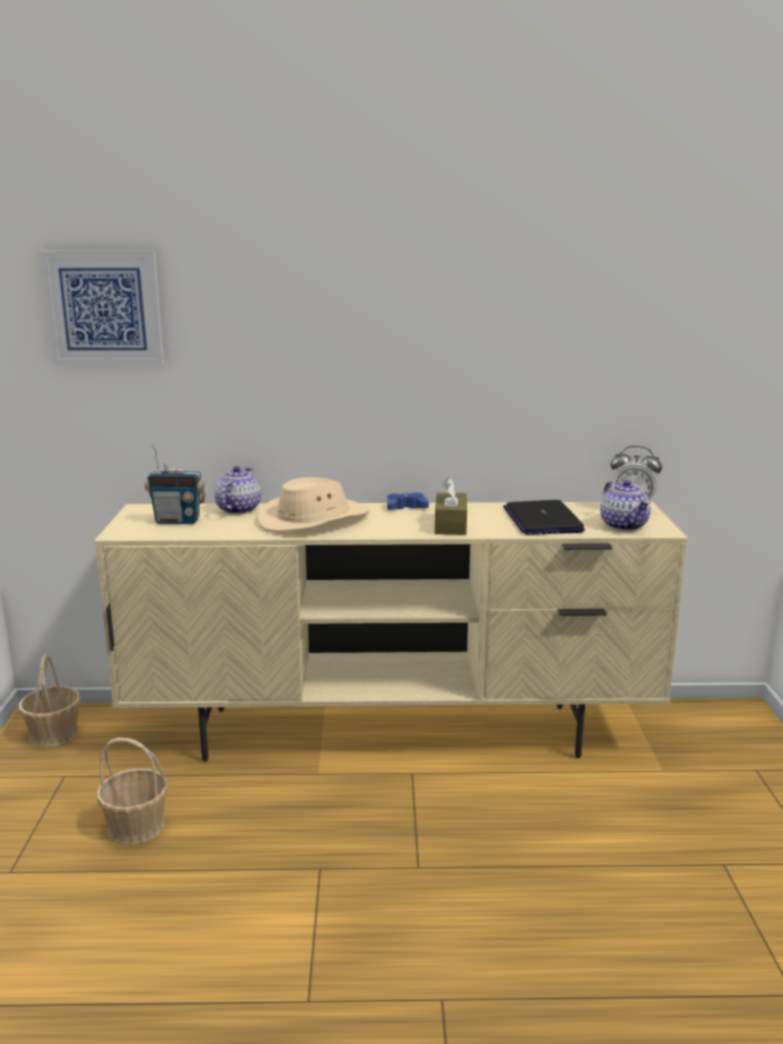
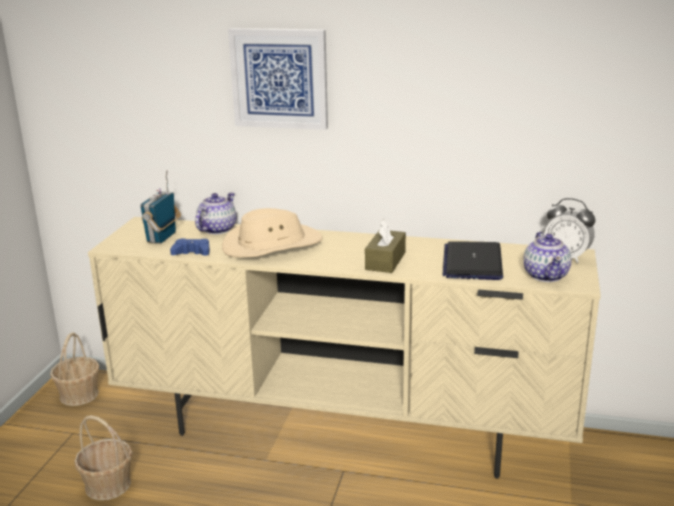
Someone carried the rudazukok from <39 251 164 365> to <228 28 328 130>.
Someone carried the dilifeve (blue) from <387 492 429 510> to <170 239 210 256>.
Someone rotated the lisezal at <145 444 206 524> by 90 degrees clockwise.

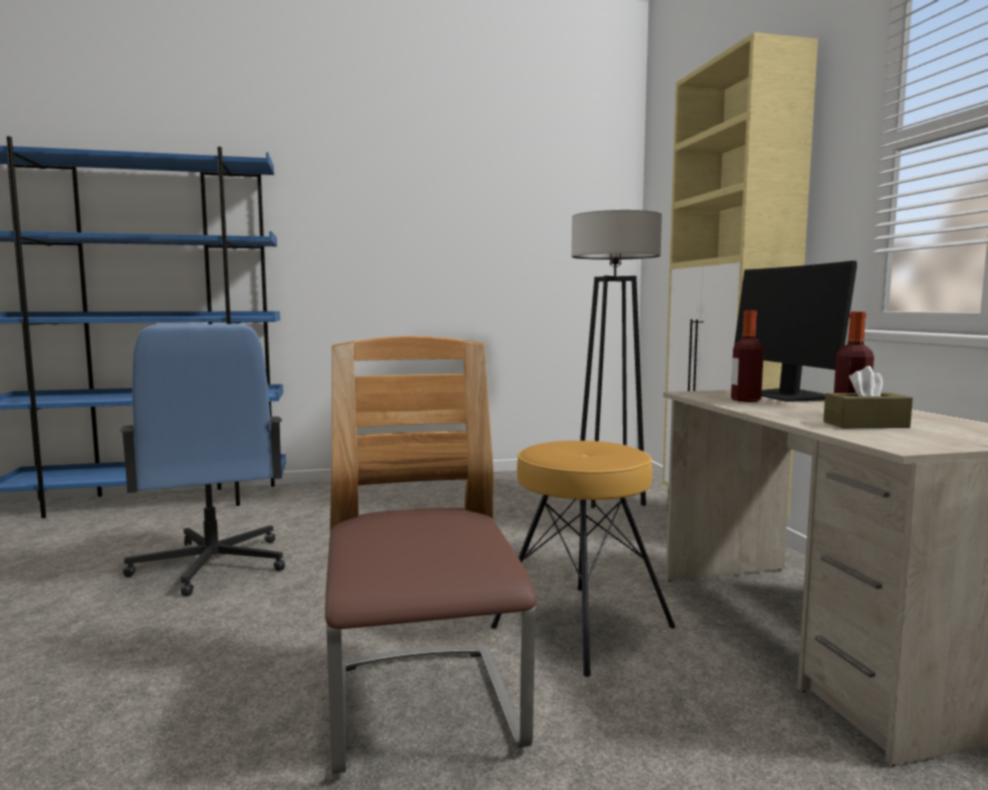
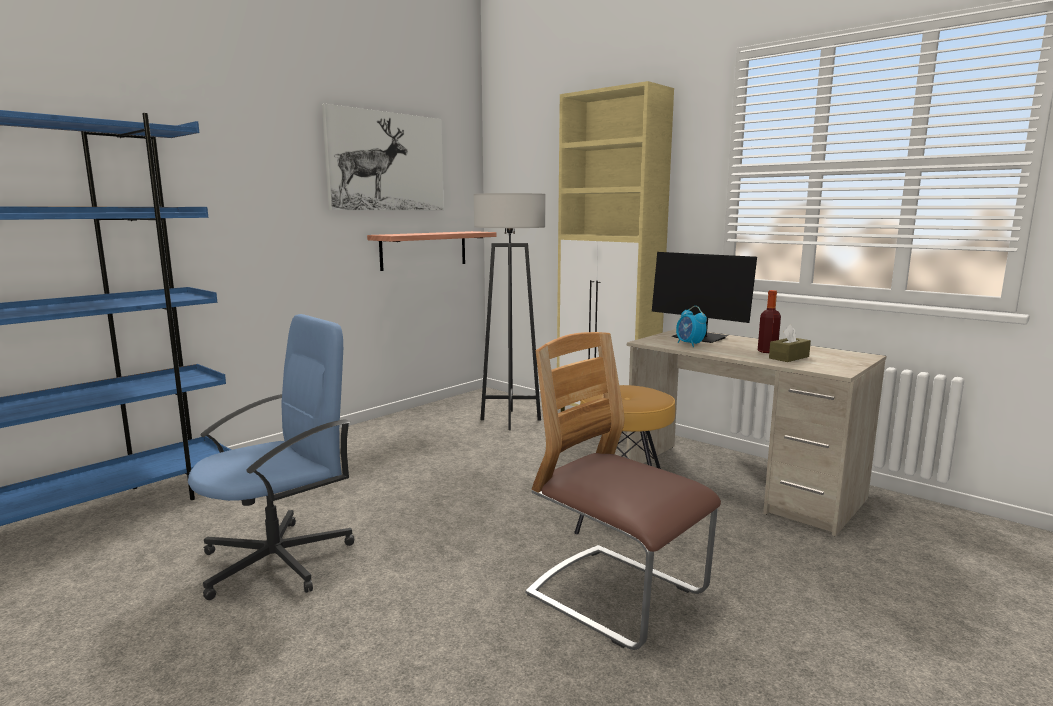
Someone put up the rudazukok at <322 104 444 210>.
Someone put up the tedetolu at <367 231 496 271>.
Someone swapped the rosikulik at <731 310 764 402> for the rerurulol at <676 306 707 347>.
Someone rotated the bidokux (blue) at <119 324 285 596> by 75 degrees counterclockwise.

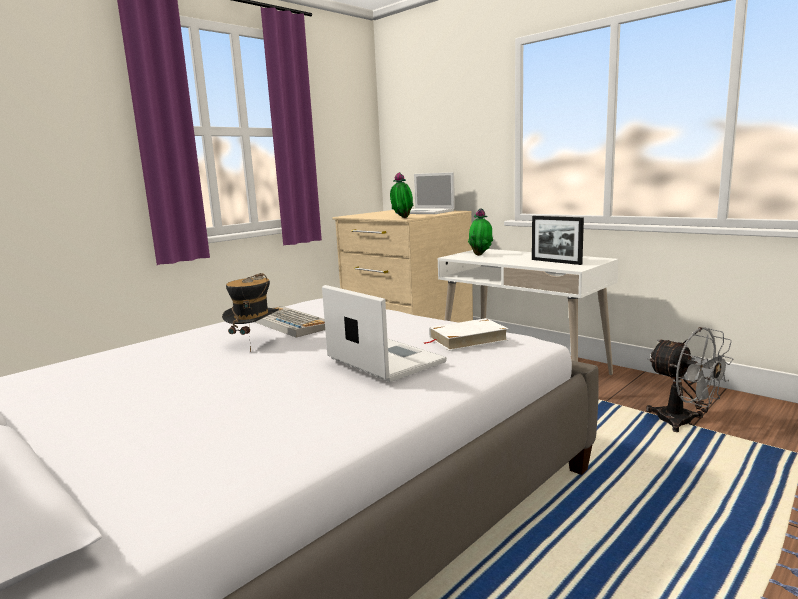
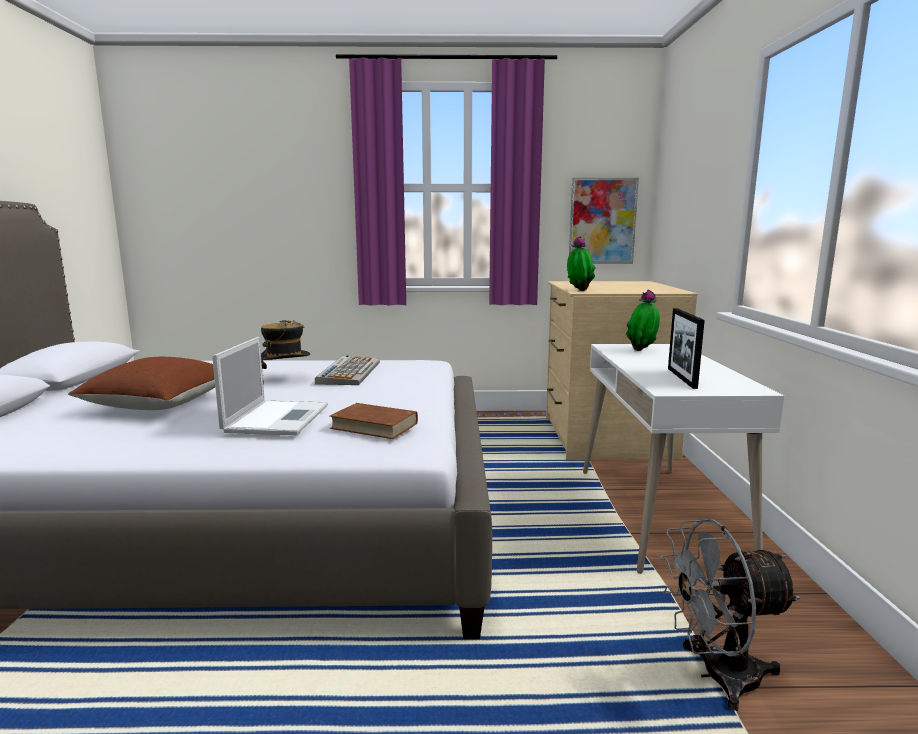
Someone took away the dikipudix at <396 172 455 214>.
Someone put down the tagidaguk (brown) at <68 357 215 410>.
Someone put up the rudazukok at <569 178 639 264>.
Someone repainted the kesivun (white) at <424 318 508 351>, which became the kesivun (brown) at <330 403 418 439>.
Someone rotated the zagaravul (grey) at <646 327 733 432> by 75 degrees clockwise.

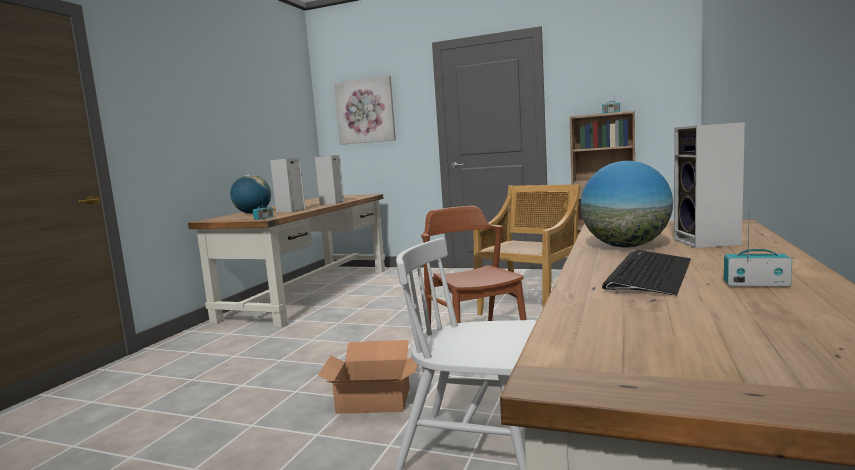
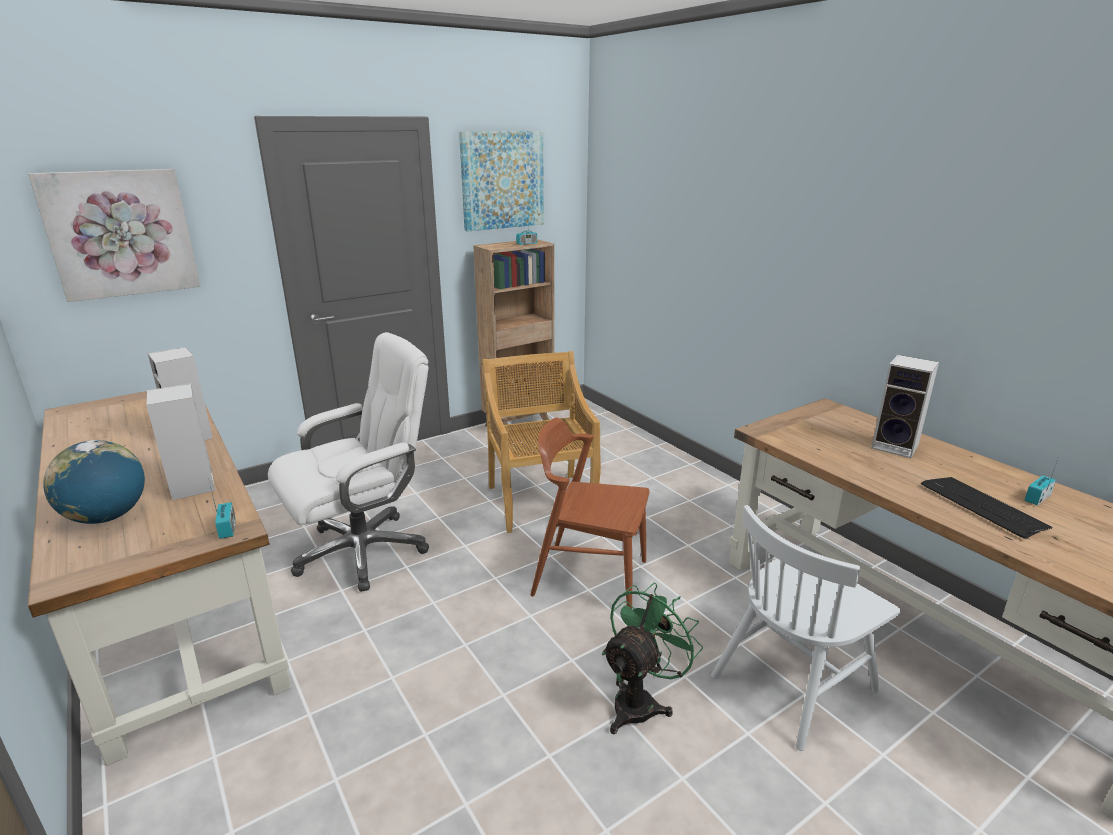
Someone took away the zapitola at <581 161 673 248>.
Someone put down the bidokux (white) at <268 332 429 592>.
Someone put up the rudazukok at <459 131 544 232>.
Someone swapped the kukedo at <318 340 417 414> for the zagaravul (green) at <602 582 703 734>.

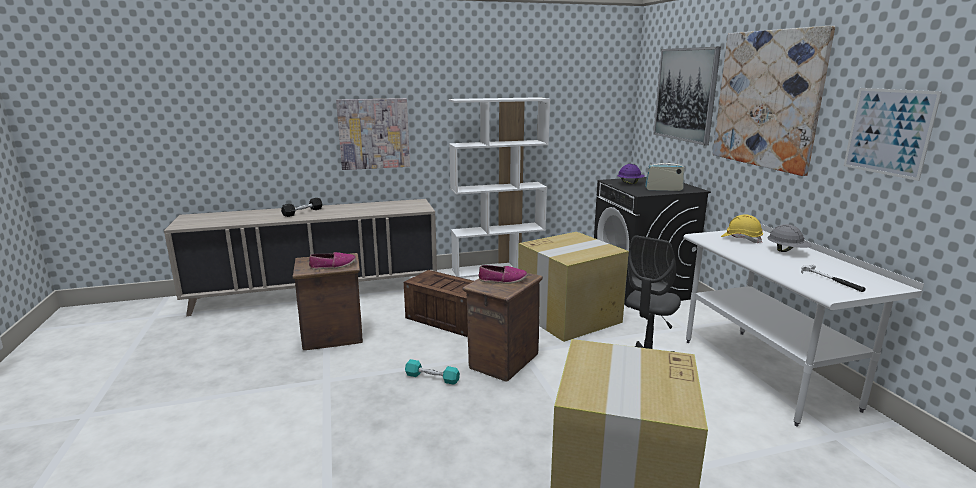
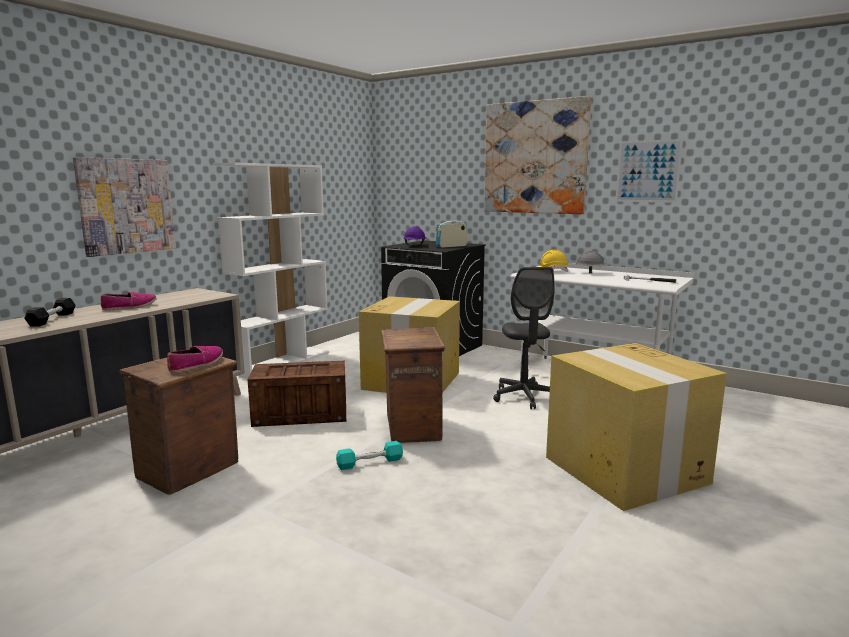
Someone took away the rudazukok at <653 47 721 145>.
Someone carried the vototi from <479 265 527 284> to <101 292 157 311>.

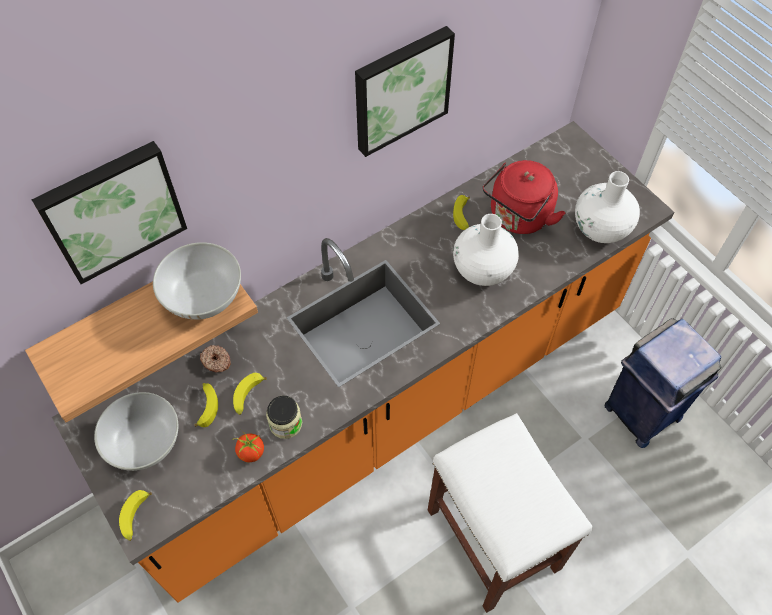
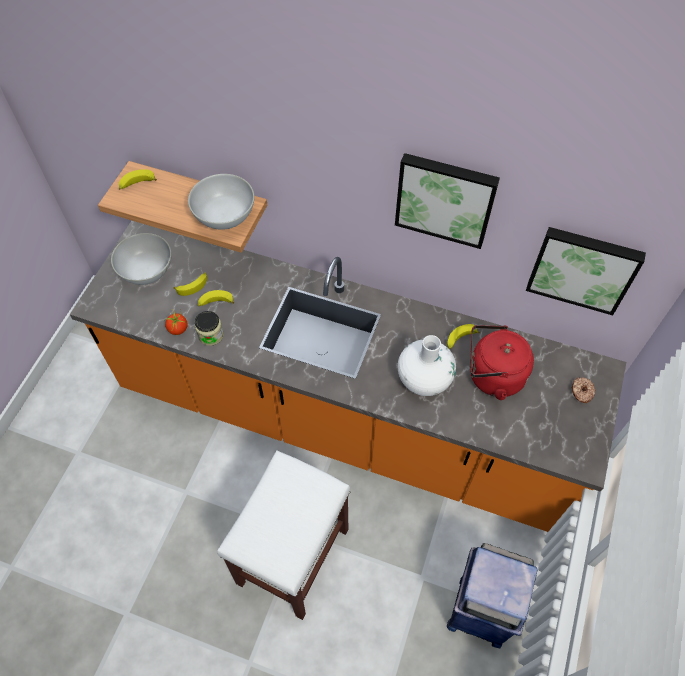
Someone took away the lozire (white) at <575 171 640 243>.
Someone carried the rudazukok from <32 141 187 284> to <526 227 646 315>.
Someone carried the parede from <119 490 152 541> to <119 169 157 189>.
Someone carried the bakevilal from <200 345 231 372> to <571 377 596 403>.

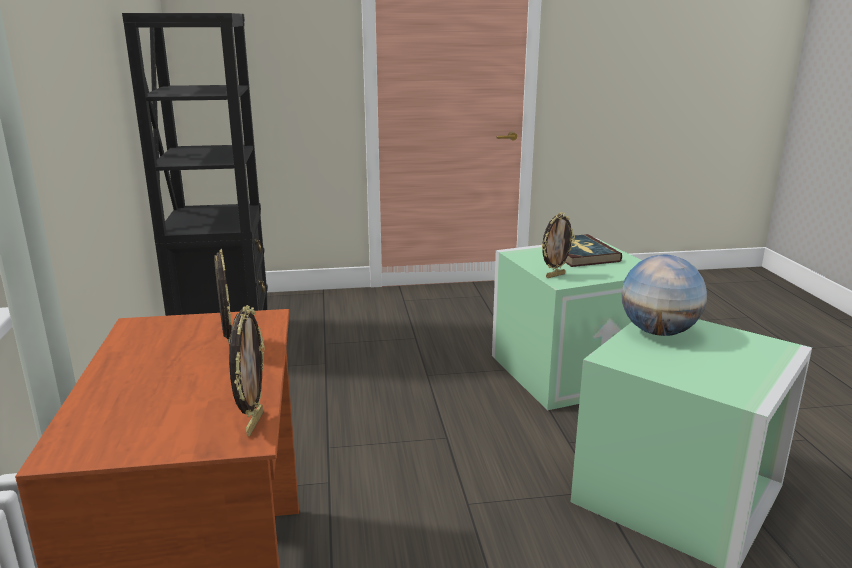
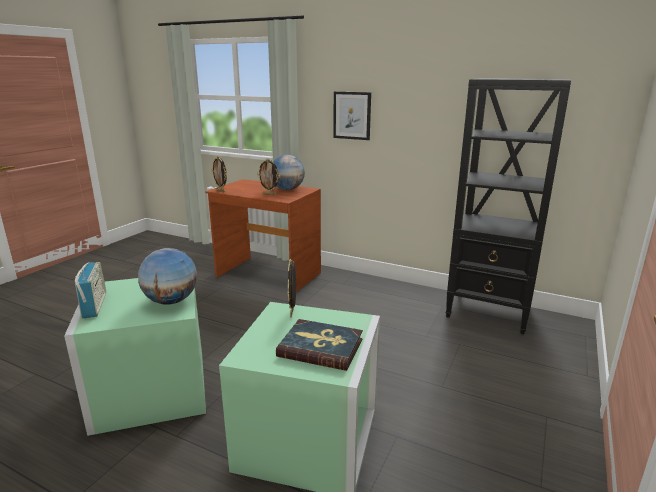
Someone put down the lisezal at <75 262 106 318>.
Someone put down the zapitola at <273 155 305 190>.
Someone put up the rudazukok at <333 92 371 140>.

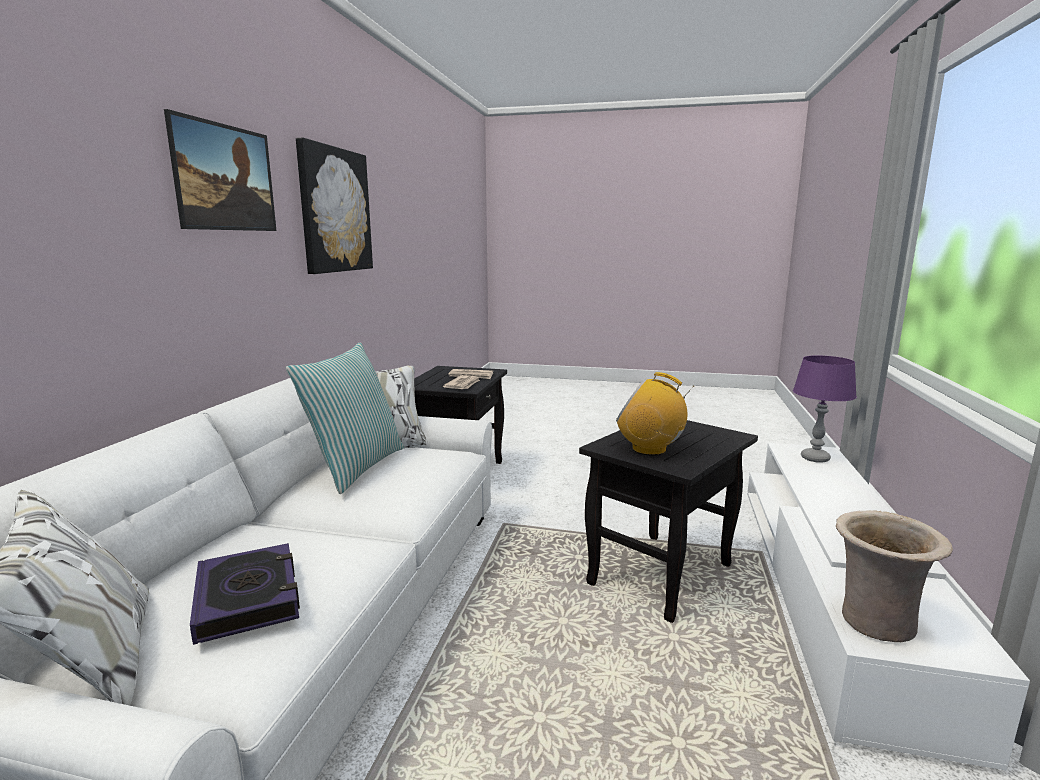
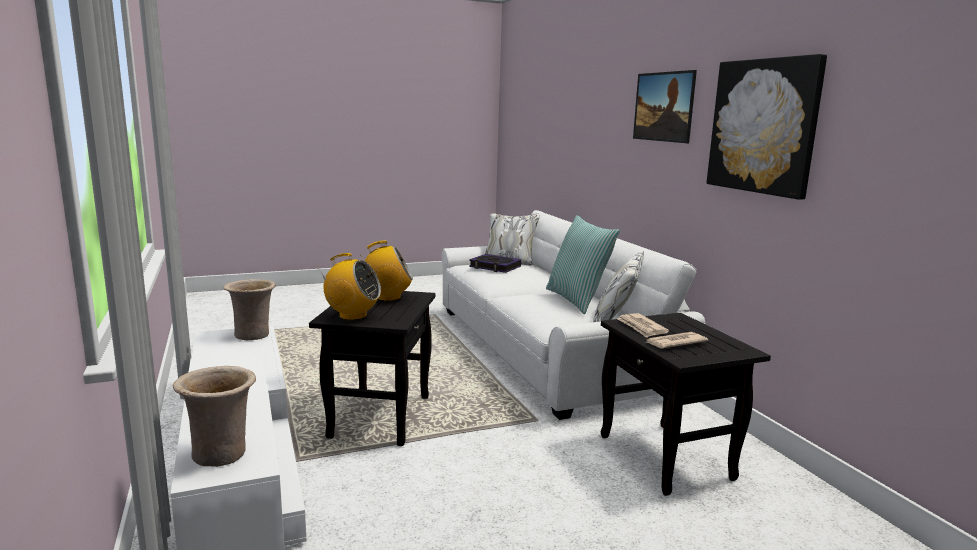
Someone put down the lisezal at <317 253 381 320>.
Someone swapped the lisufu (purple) at <793 355 857 463> for the lozire (beige) at <173 366 256 467>.

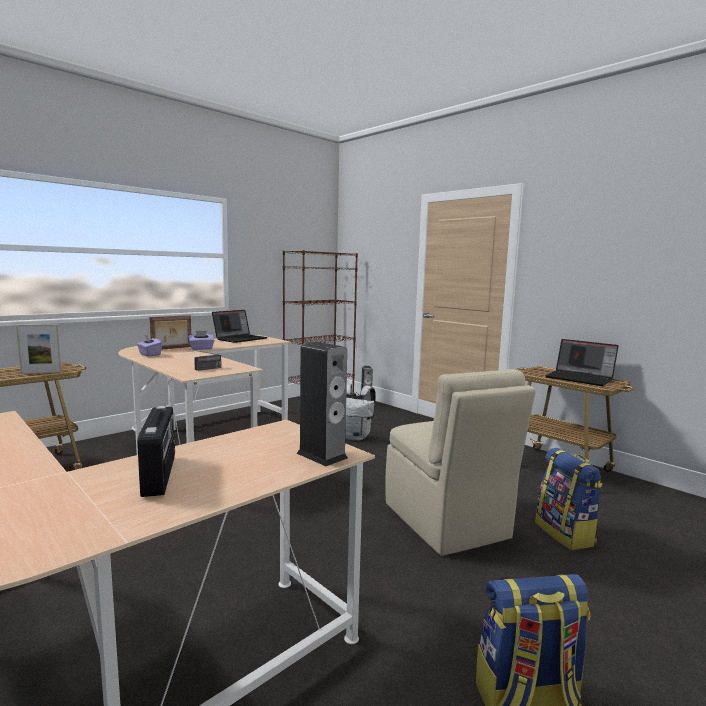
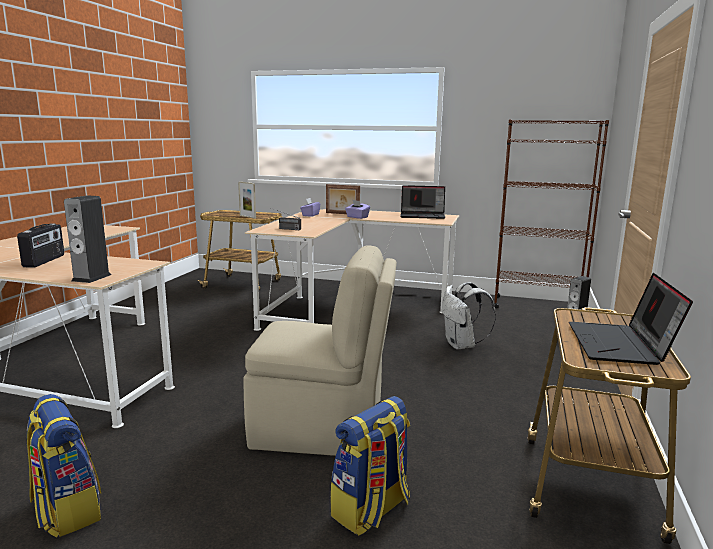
Someone rotated the lisezal at <137 406 175 497> by 45 degrees counterclockwise.
Someone rotated the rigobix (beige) at <385 369 536 556> by 120 degrees counterclockwise.

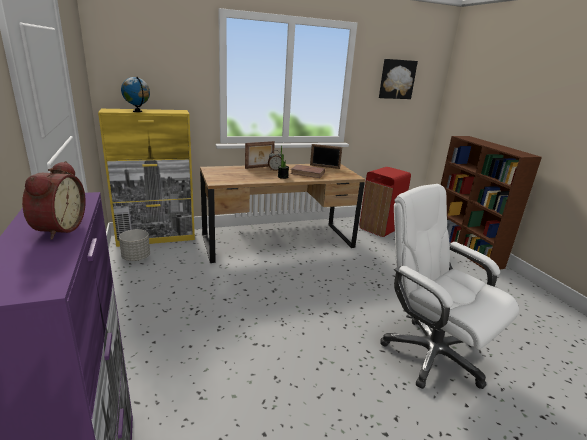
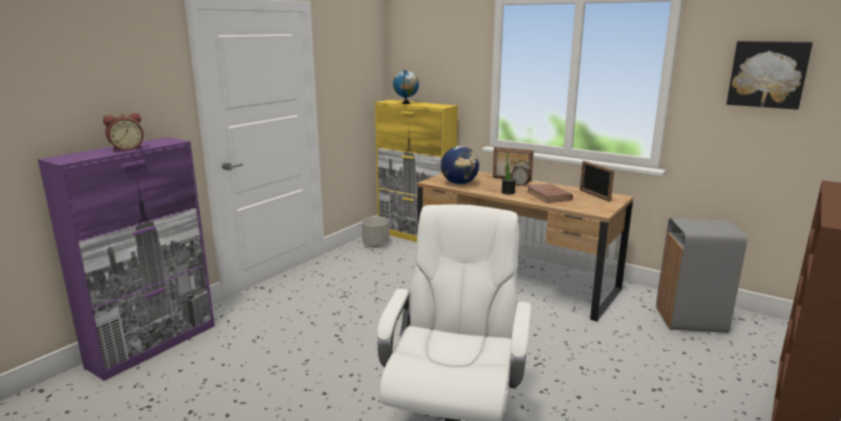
Someone put down the zapitola at <441 146 479 184>.
Someone repainted the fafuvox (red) at <359 167 411 237>, which became the fafuvox (grey) at <656 218 747 333>.

